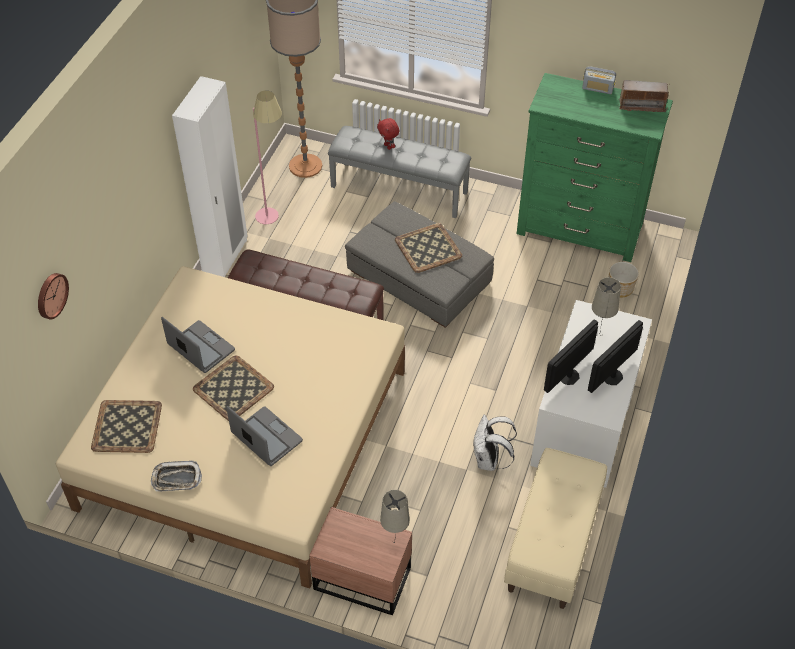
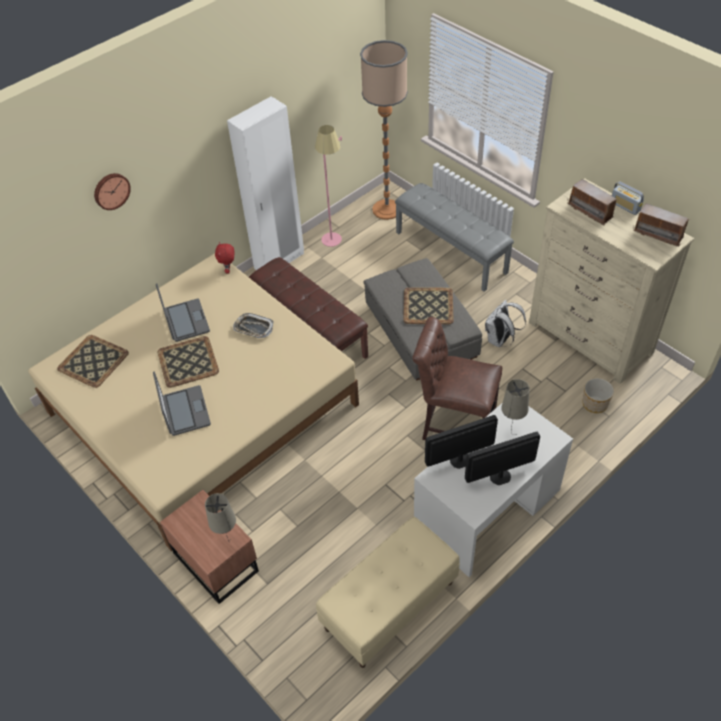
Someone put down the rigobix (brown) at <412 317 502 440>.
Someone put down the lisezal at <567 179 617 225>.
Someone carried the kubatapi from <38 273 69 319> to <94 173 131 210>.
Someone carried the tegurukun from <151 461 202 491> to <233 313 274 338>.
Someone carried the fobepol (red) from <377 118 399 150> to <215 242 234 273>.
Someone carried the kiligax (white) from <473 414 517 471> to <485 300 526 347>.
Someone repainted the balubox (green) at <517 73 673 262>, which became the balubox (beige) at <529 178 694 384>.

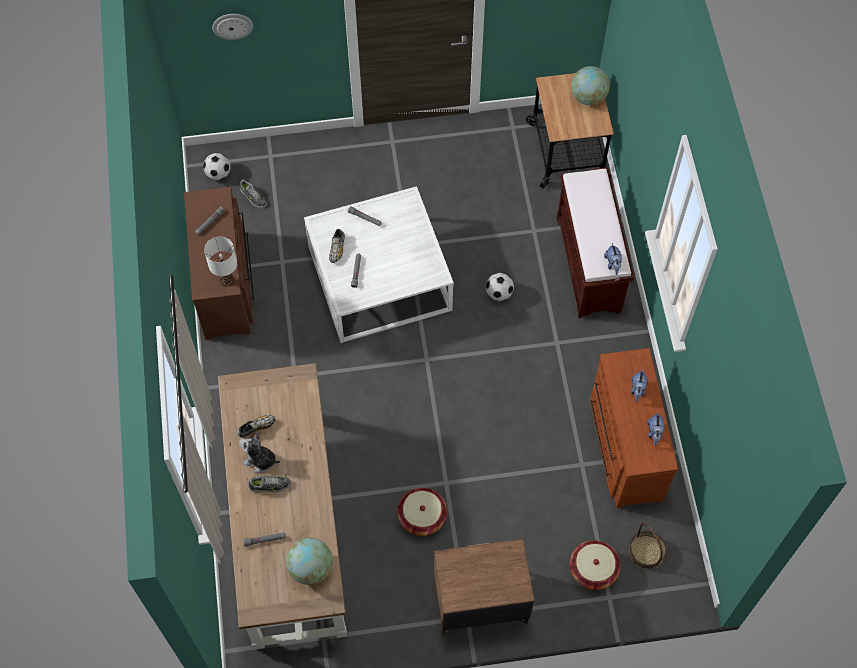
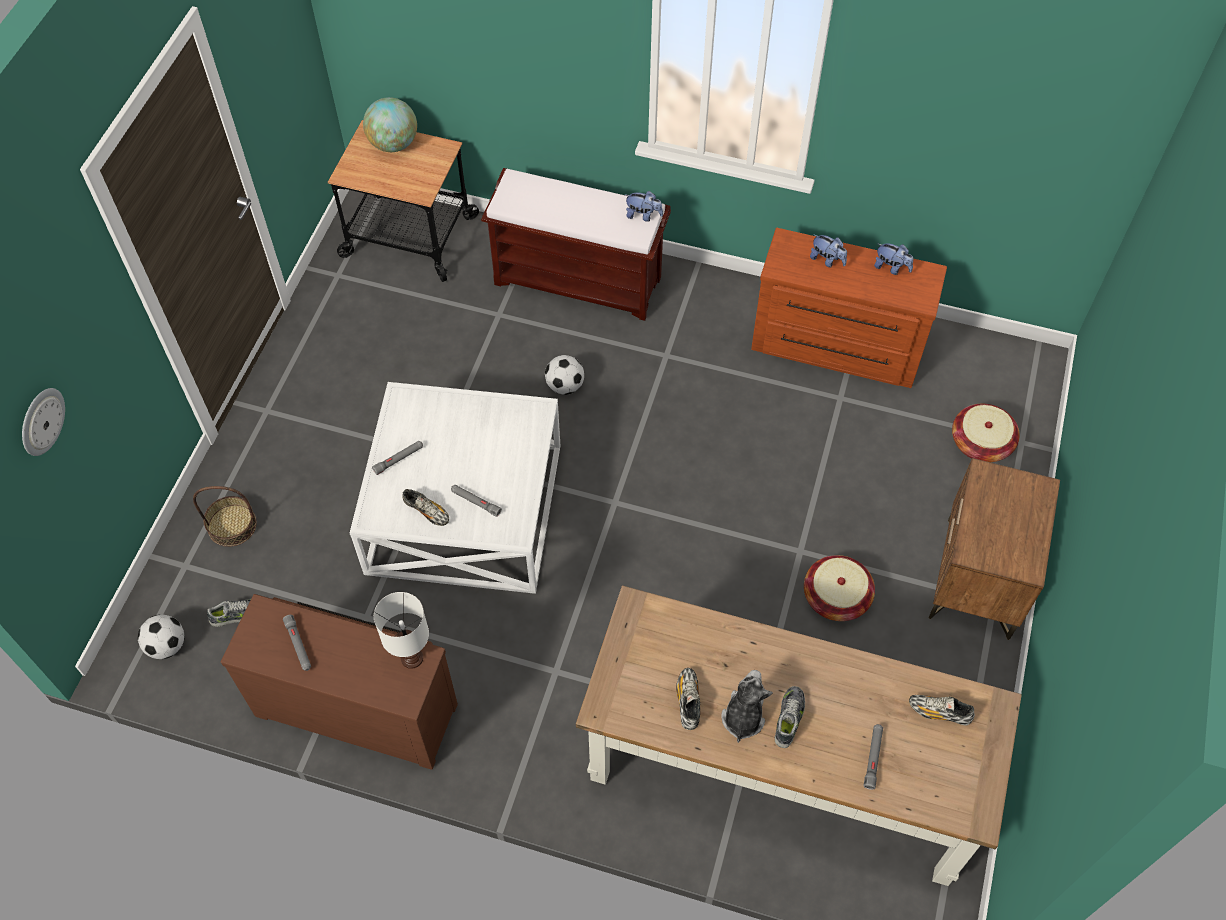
Someone carried the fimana from <629 523 666 569> to <193 486 257 547>.
Someone swapped the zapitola at <286 538 333 585> for the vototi at <909 695 975 725>.
Someone rotated the fobepol at <239 432 280 473> by 150 degrees clockwise.

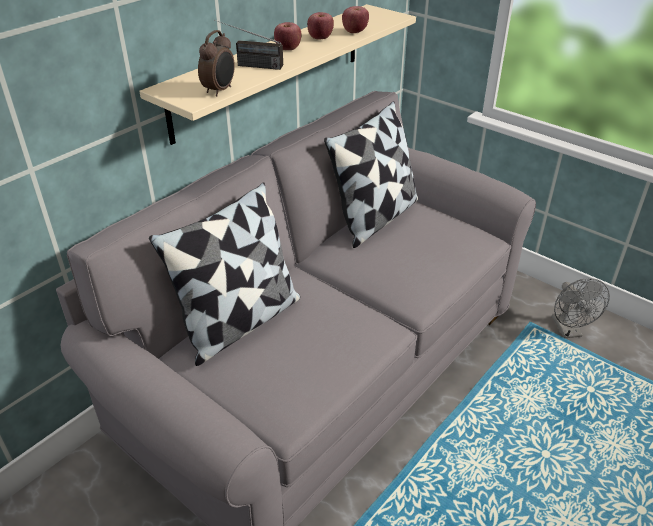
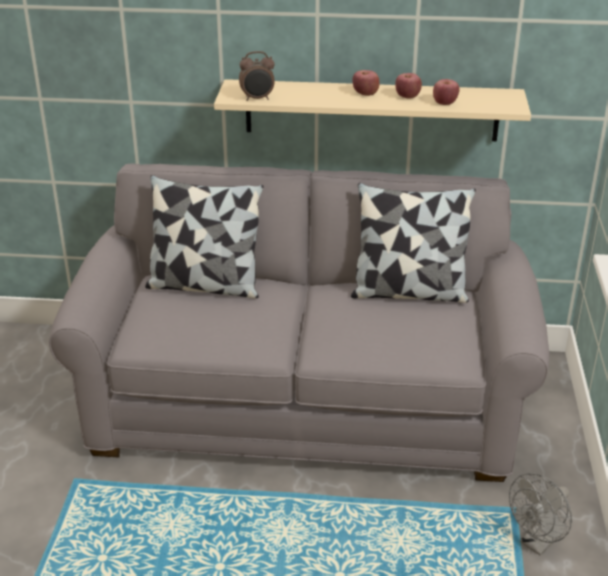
Someone took away the lisezal at <214 20 283 70>.

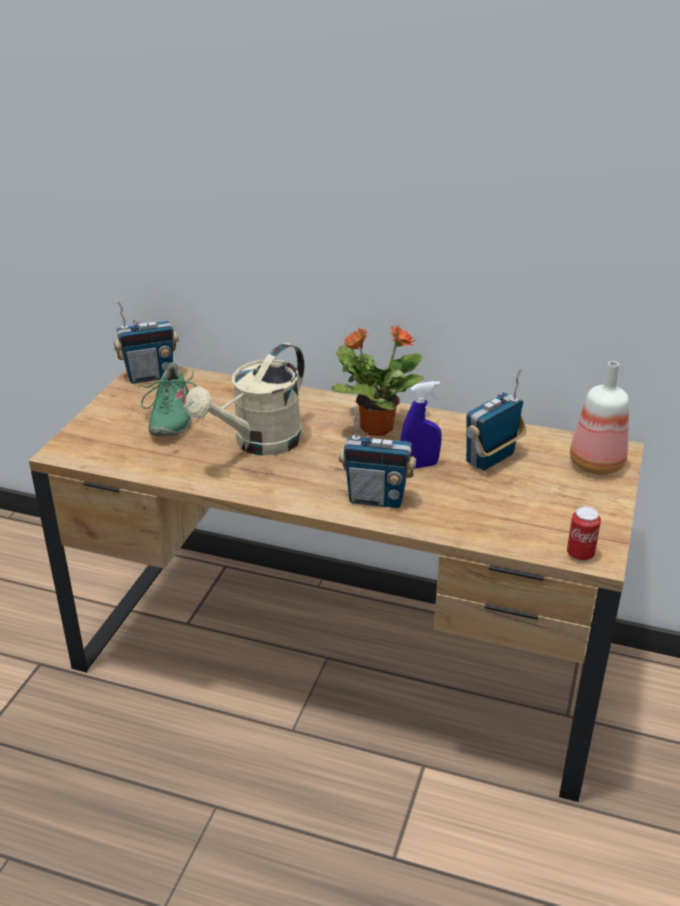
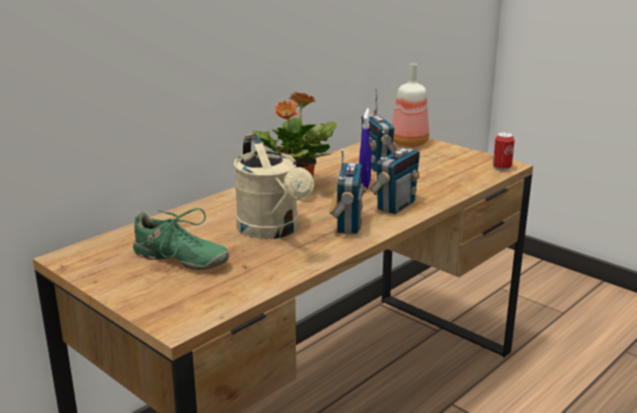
Someone carried the lisezal from <114 300 178 383> to <329 149 366 234>.

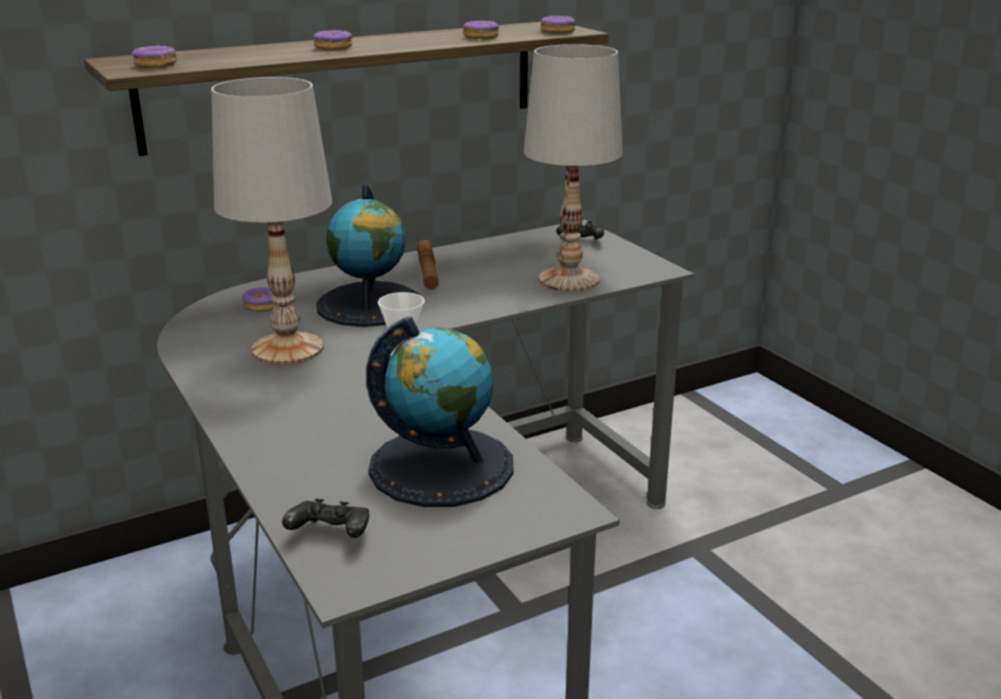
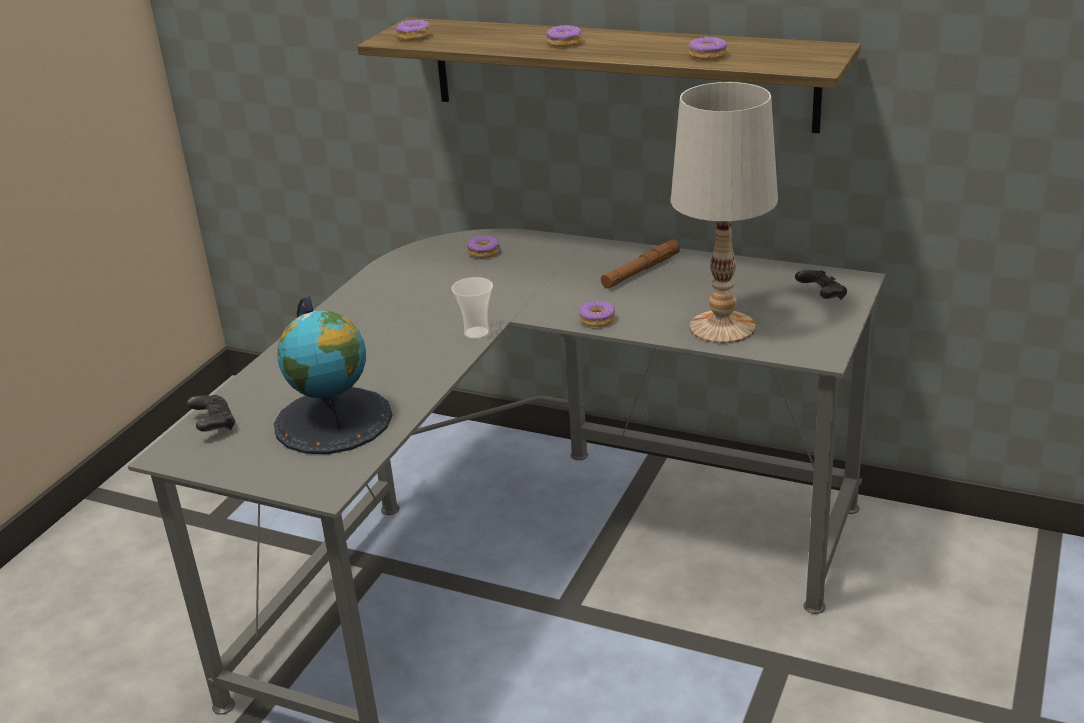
Someone took away the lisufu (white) at <211 77 332 365>.
Someone took away the zapitola at <316 184 421 327>.
Someone carried the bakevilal from <541 15 575 34> to <579 301 615 327>.

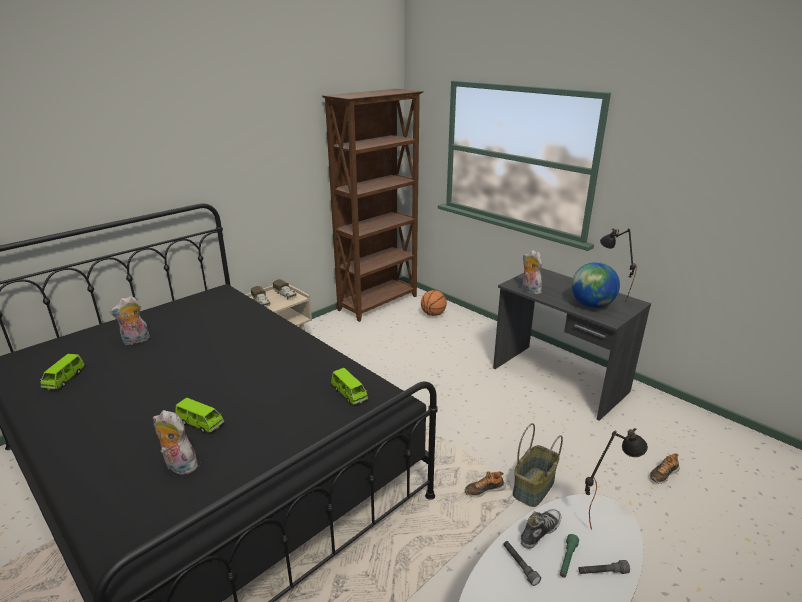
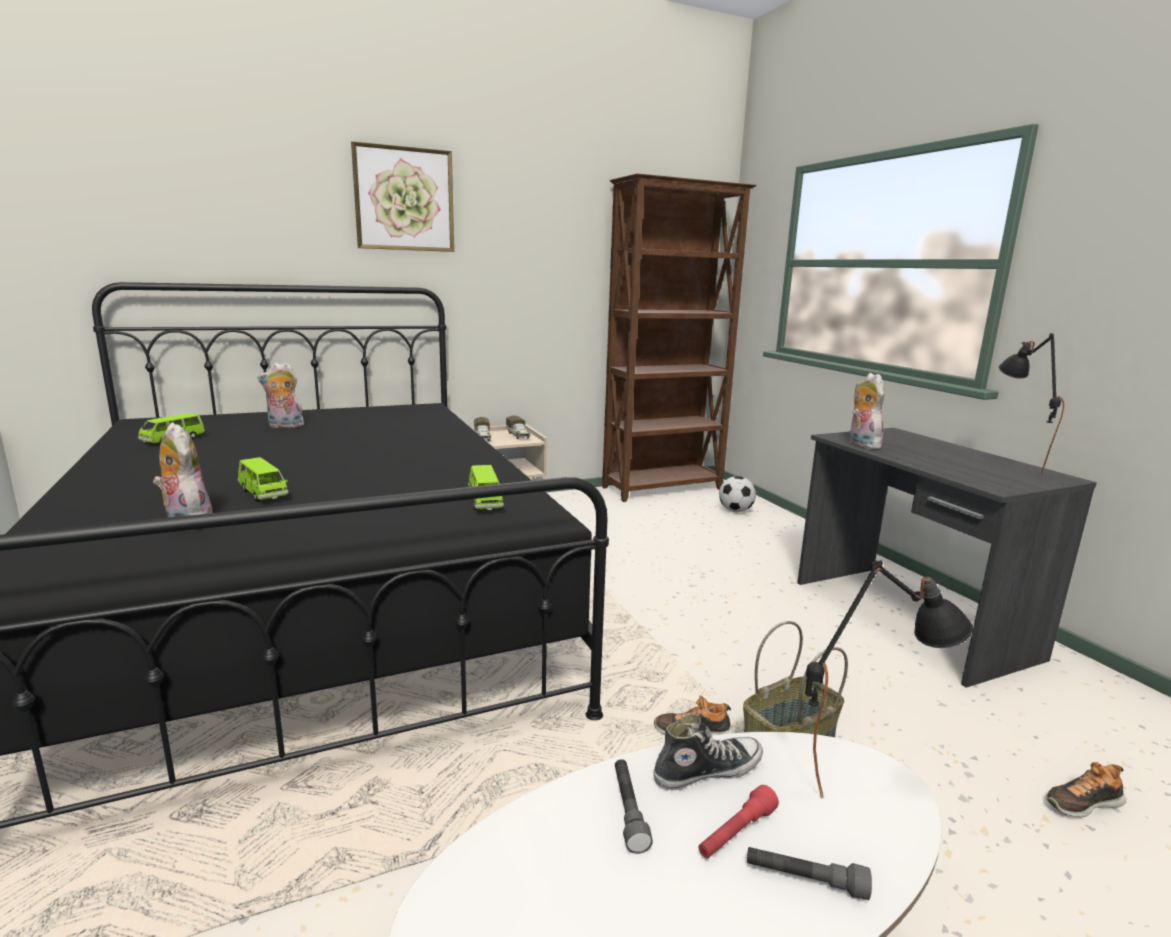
Someone took away the zapitola at <571 262 620 308>.
Someone put up the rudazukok at <351 141 454 252>.
Someone swapped the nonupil at <421 290 447 316> for the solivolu at <719 476 756 512>.
Someone repainted the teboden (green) at <560 534 579 578>, which became the teboden (red) at <699 785 779 858>.

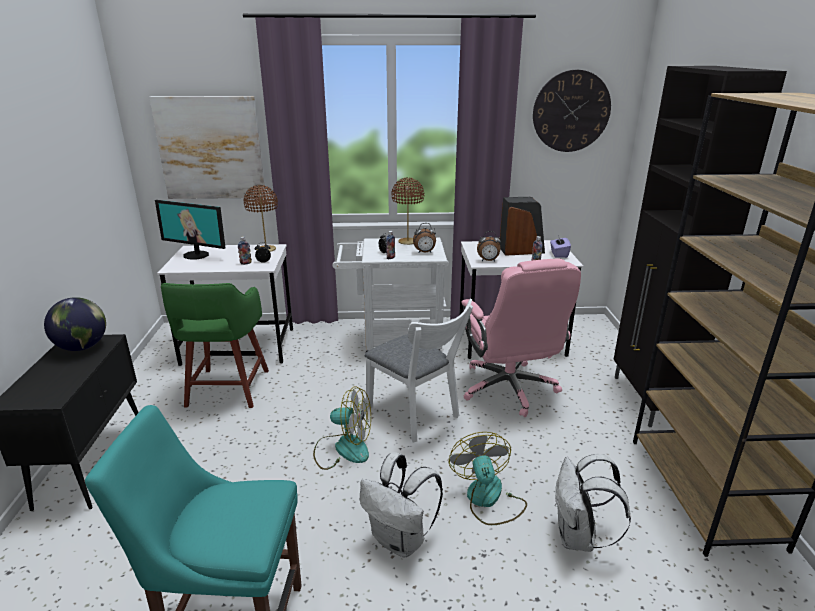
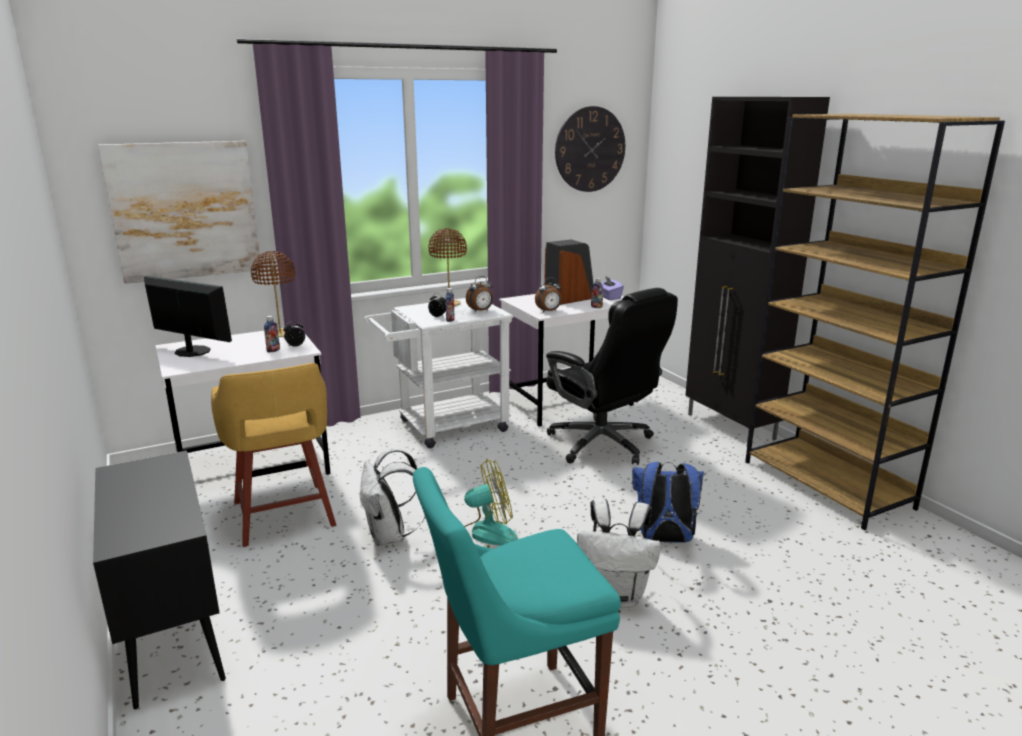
Someone took away the zapitola at <44 297 106 351>.
Someone took away the rigobix (white) at <365 299 473 442>.
Someone carried the kiligax (white) from <555 454 631 552> to <360 448 425 546>.
Someone swapped the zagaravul at <449 432 527 525> for the kiligax (blue) at <632 462 704 543>.
Someone repainted the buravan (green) at <161 283 269 408>, which became the buravan (yellow) at <211 363 336 547>.
Someone repainted the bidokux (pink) at <462 259 581 417>, which became the bidokux (black) at <546 288 678 465>.
Someone rotated the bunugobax at <155 200 226 260> by 150 degrees counterclockwise.

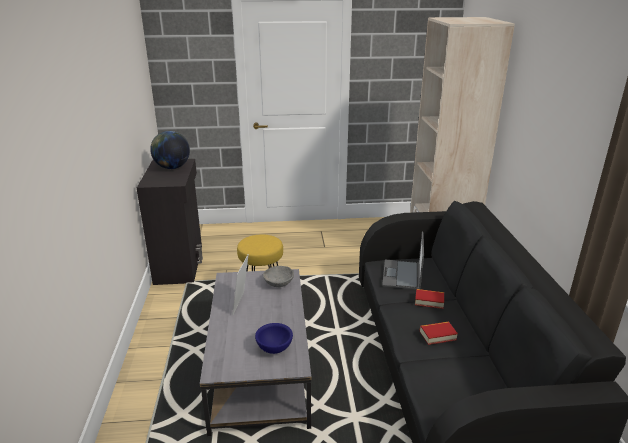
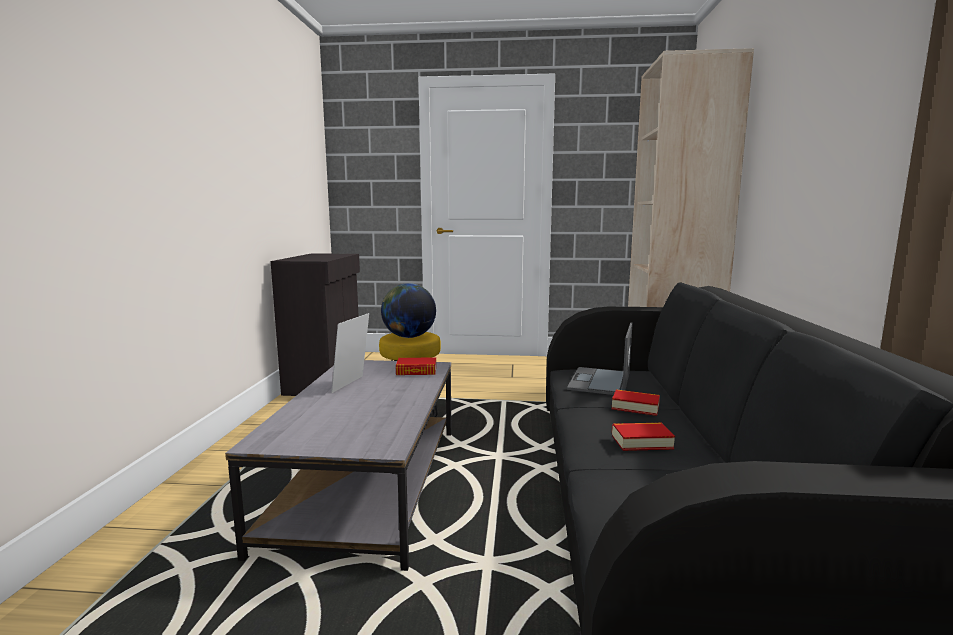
Someone took away the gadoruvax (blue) at <255 323 293 354>.
Someone carried the zapitola from <150 131 190 169> to <381 283 436 338>.
Someone swapped the gadoruvax (grey) at <263 266 294 287> for the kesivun at <396 357 436 375>.

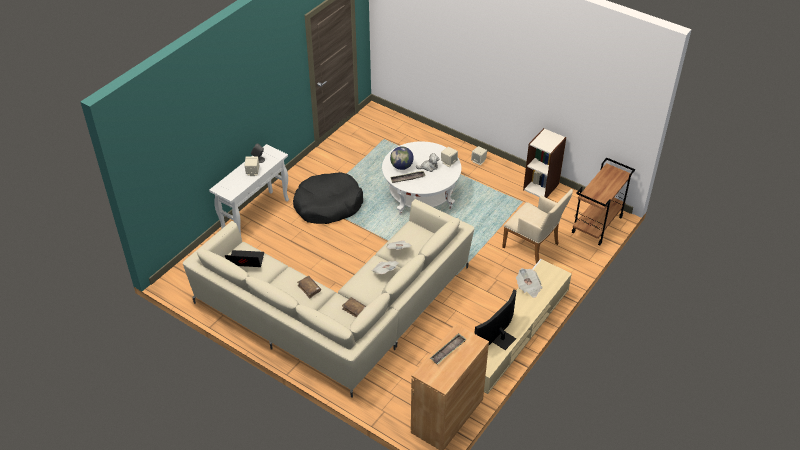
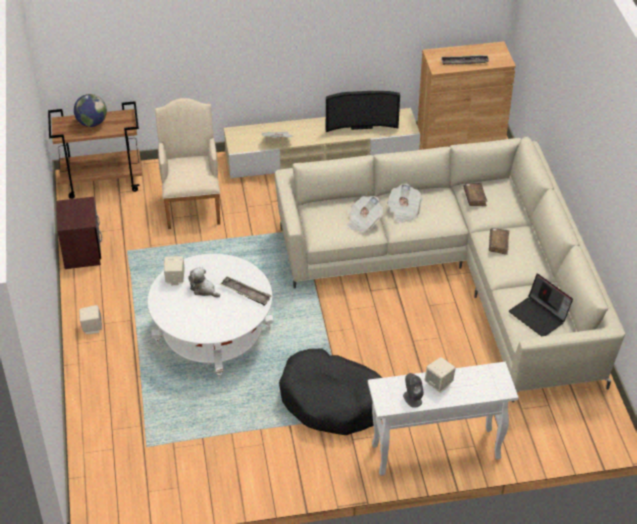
Someone carried the zapitola from <390 146 414 170> to <74 94 107 127>.
Someone swapped the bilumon at <523 128 566 198> for the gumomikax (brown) at <56 197 102 269>.

